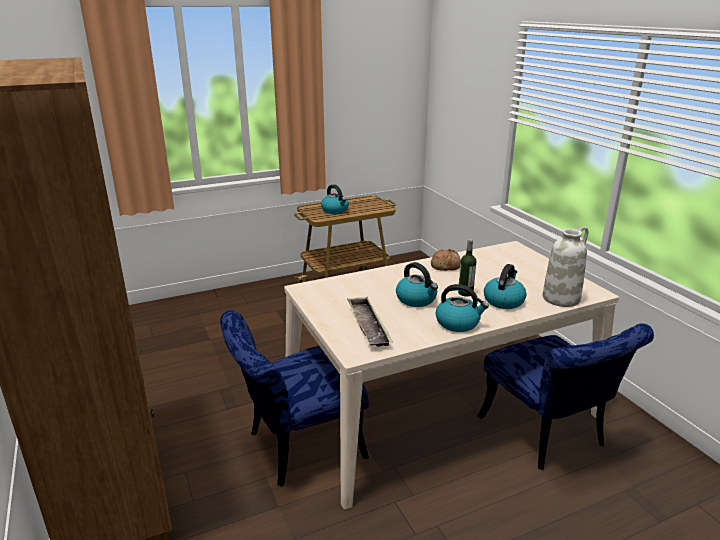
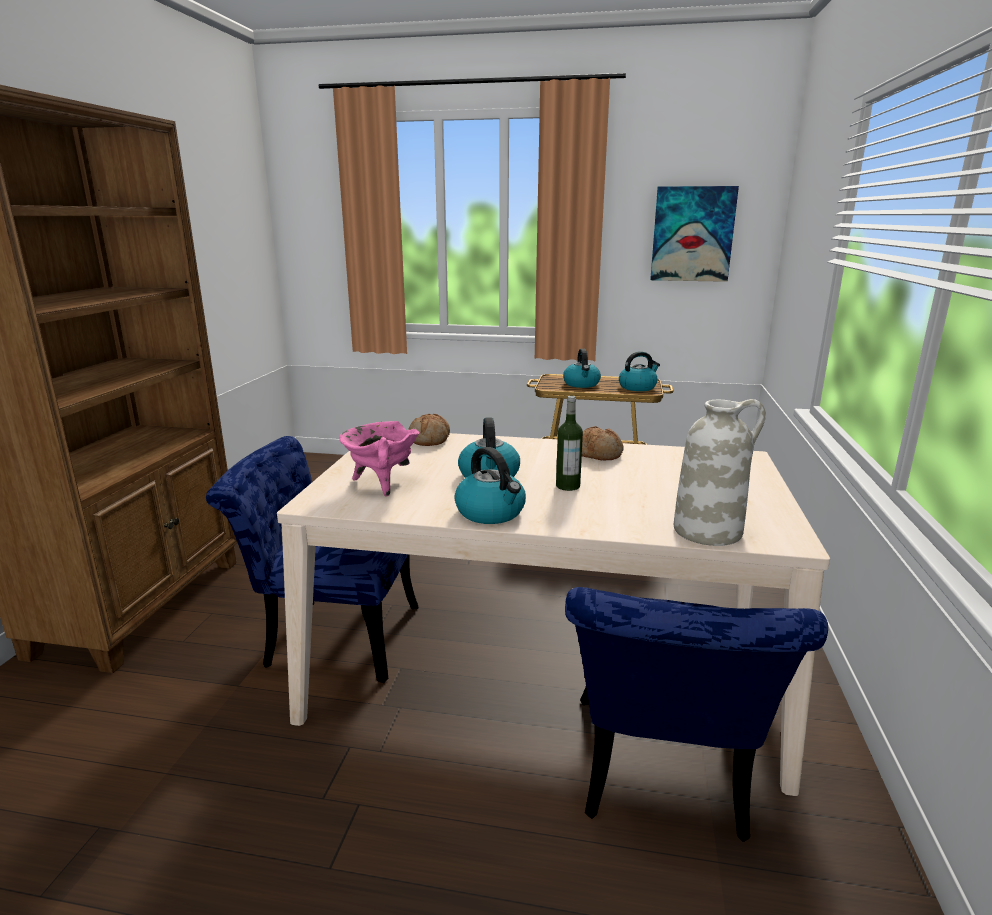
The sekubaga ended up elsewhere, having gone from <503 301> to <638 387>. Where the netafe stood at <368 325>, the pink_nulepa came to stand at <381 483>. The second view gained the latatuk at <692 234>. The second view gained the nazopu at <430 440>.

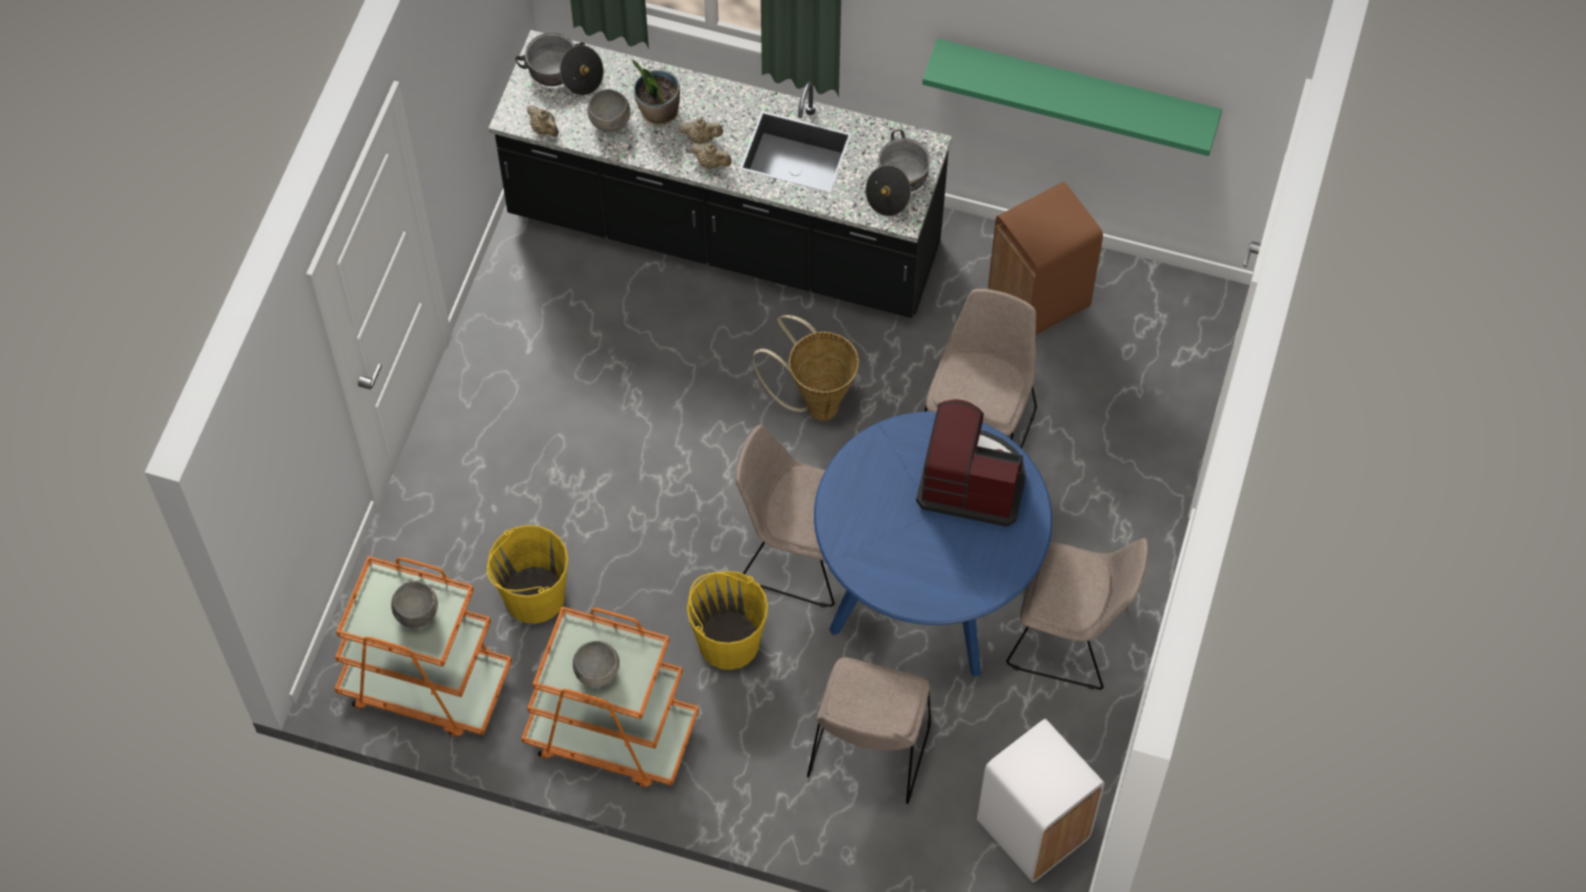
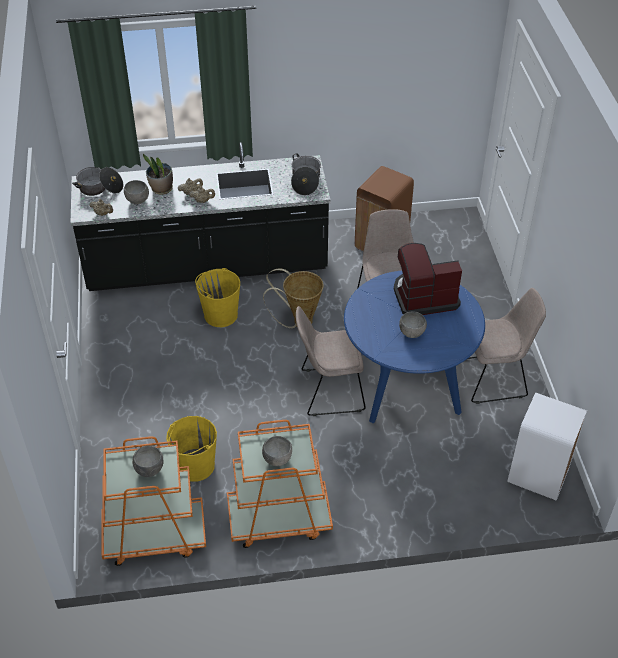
The second view lost the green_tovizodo at <1076 88>. The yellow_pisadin ended up elsewhere, having gone from <728 640> to <220 315>. The second view lost the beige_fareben at <868 752>. The second view gained the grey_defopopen at <412 333>.

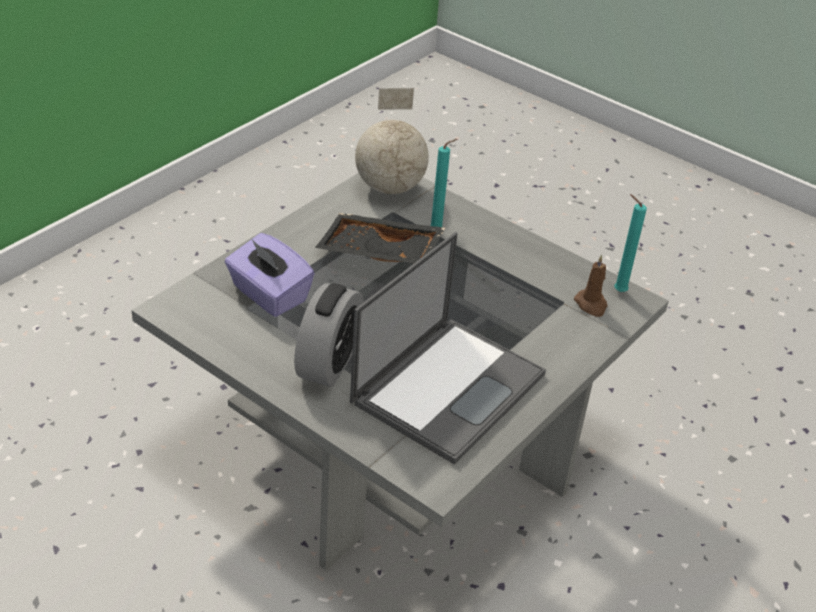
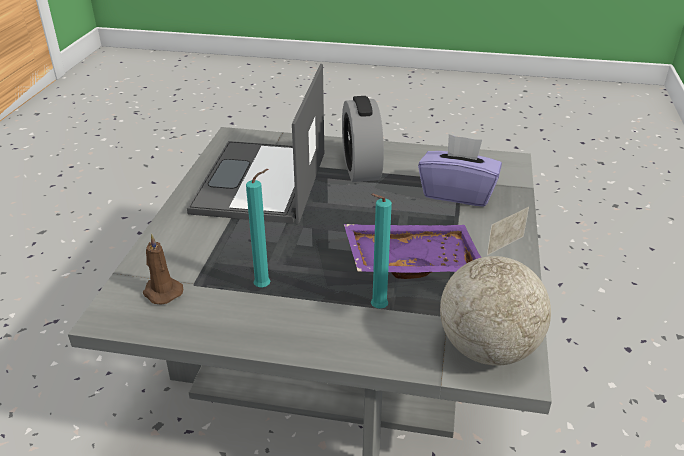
The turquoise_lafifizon ended up elsewhere, having gone from <617 291> to <265 287>. What was the black_netafe at <378 253> turned into the purple_netafe at <412 261>.

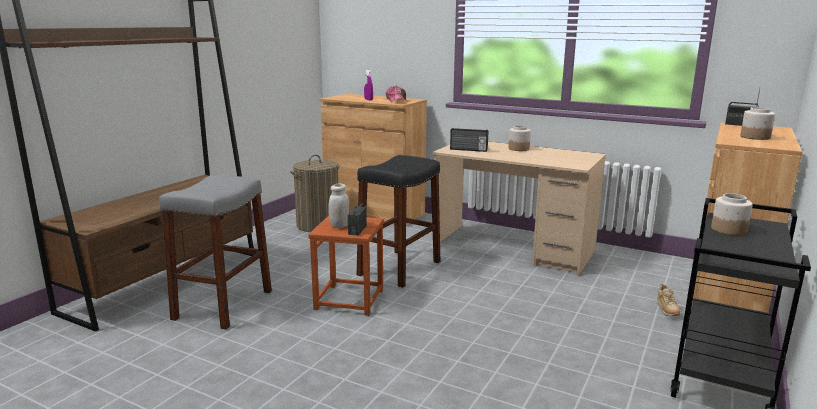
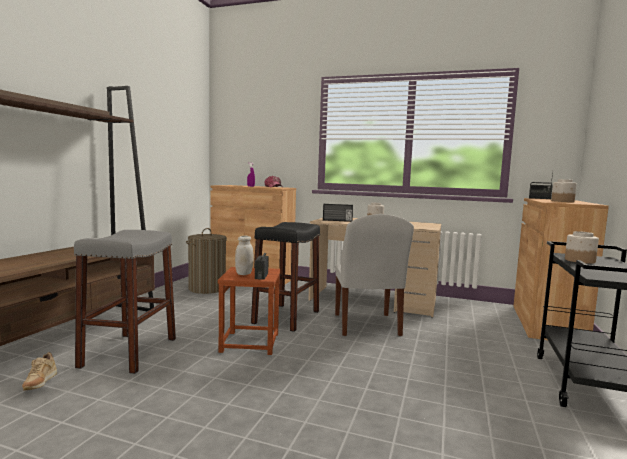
The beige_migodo ended up elsewhere, having gone from <667 311> to <39 384>. The second view gained the white_fareben at <366 326>.

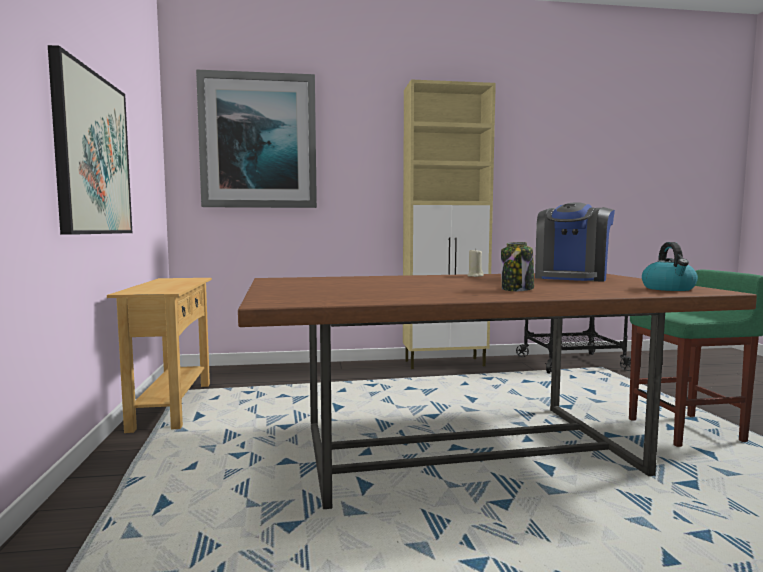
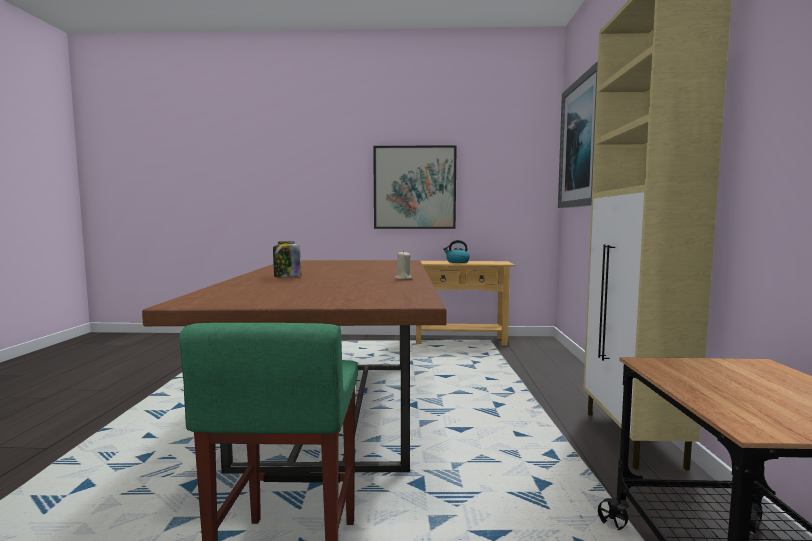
The second view lost the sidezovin at <571 278>. The sekubaga ended up elsewhere, having gone from <669 289> to <457 262>.

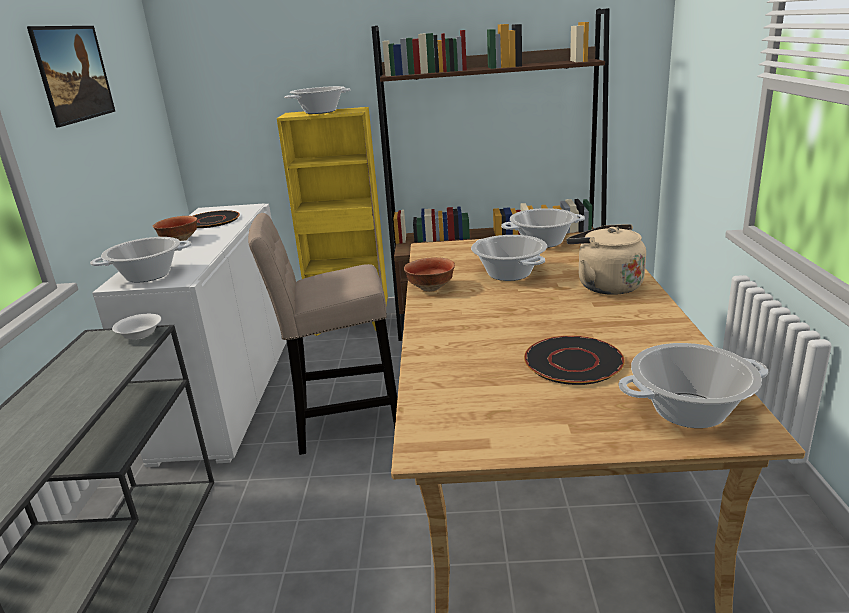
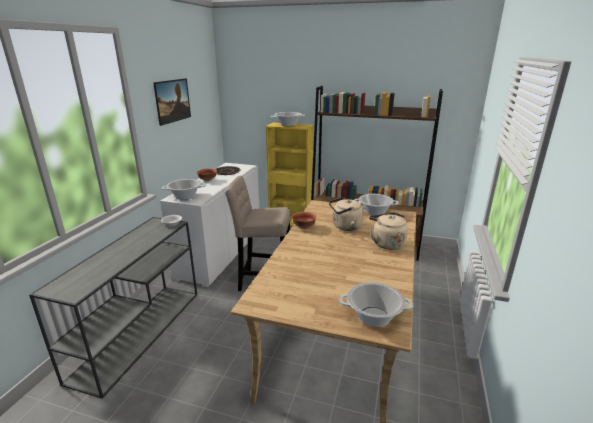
Where the nulepa stood at <509 274>, the beige_sekubaga came to stand at <345 227>. The second view lost the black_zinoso at <573 361>.

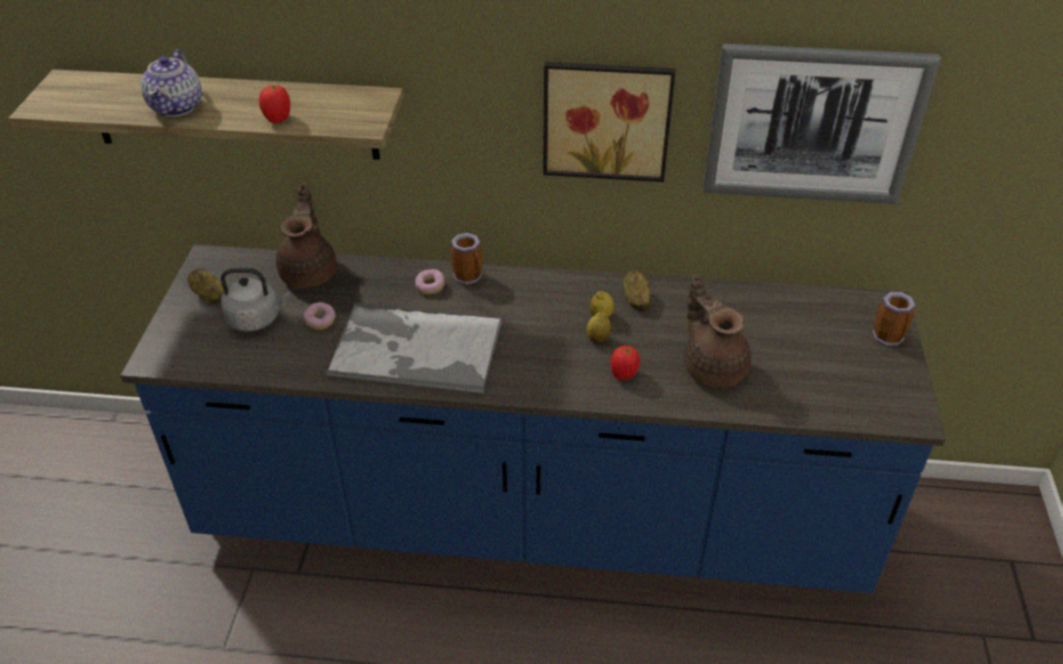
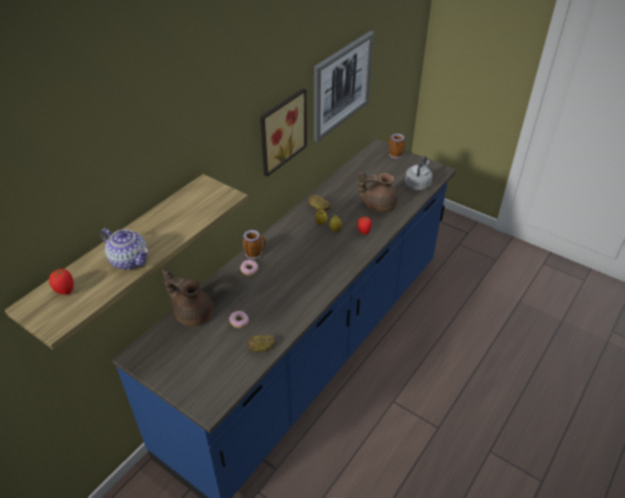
The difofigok ended up elsewhere, having gone from <278 119> to <65 291>. The grey_sekubaga ended up elsewhere, having gone from <257 319> to <418 184>. The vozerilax ended up elsewhere, having gone from <209 296> to <261 348>. The second view lost the netafe at <415 349>.

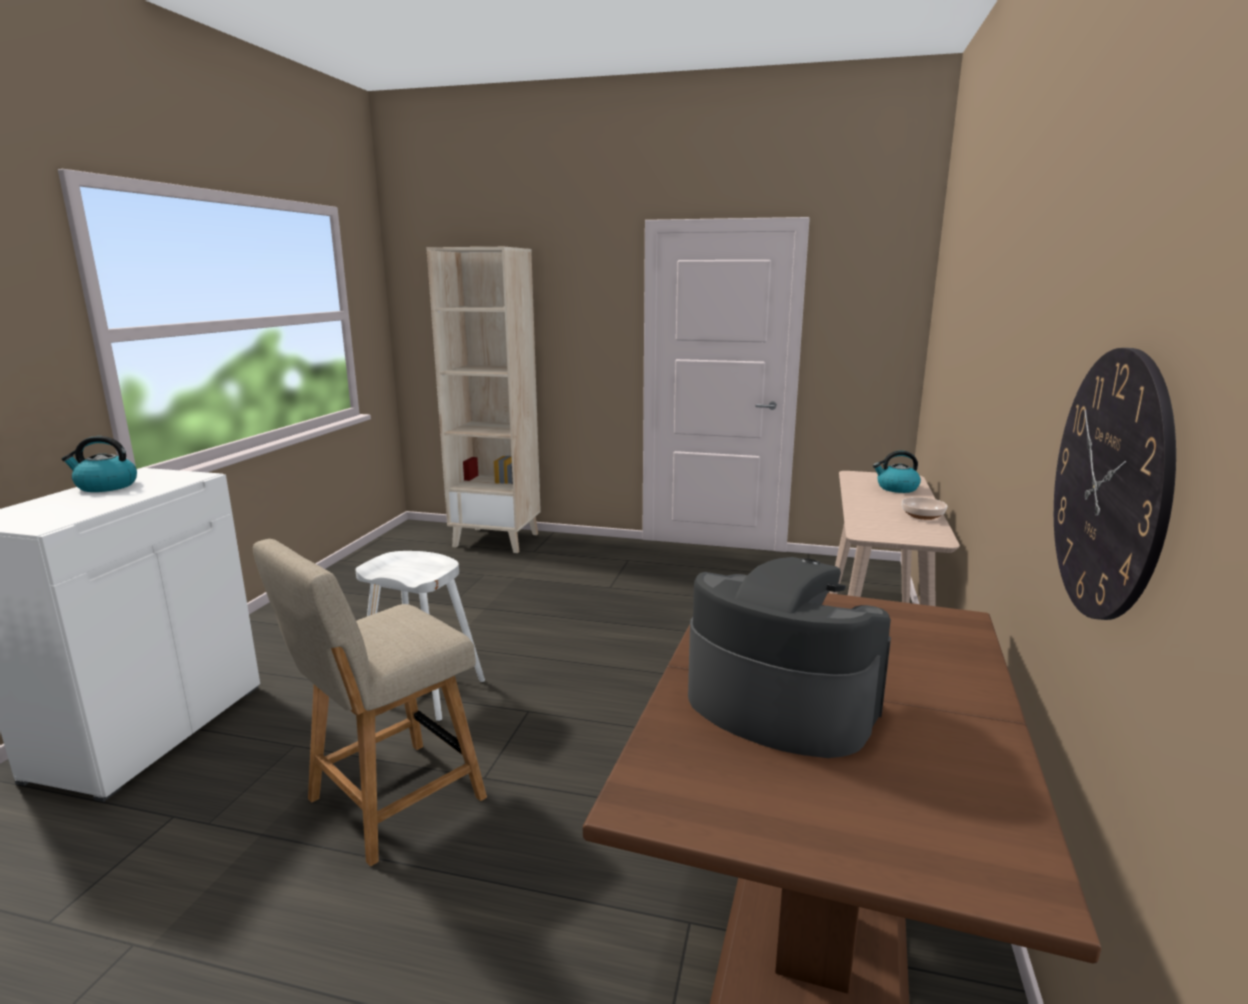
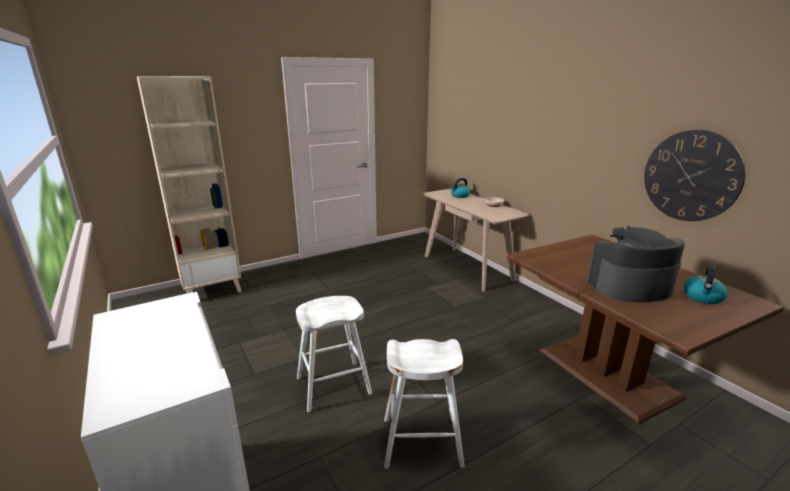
The sekubaga ended up elsewhere, having gone from <106 486> to <703 297>. Where the beige_fareben stood at <389 803>, the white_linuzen came to stand at <422 442>.

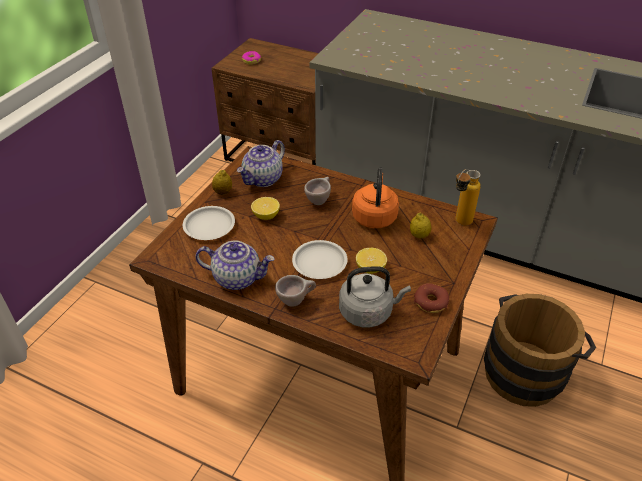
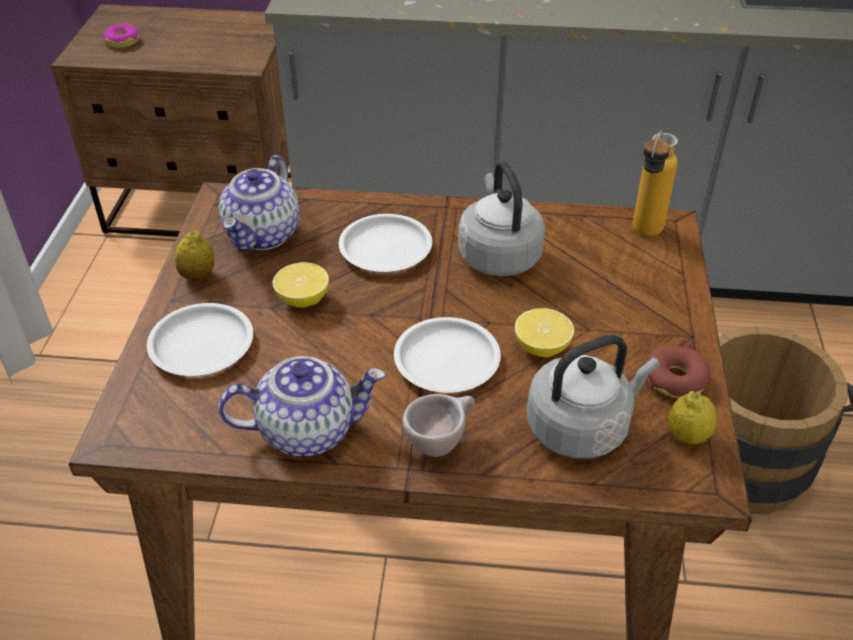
What was the orange_sekubaga at <374 216> turned into the grey_sekubaga at <498 255>. Where the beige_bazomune stood at <319 200>, the white_zinoso came to stand at <386 248>. The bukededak ended up elsewhere, having gone from <419 235> to <687 436>.

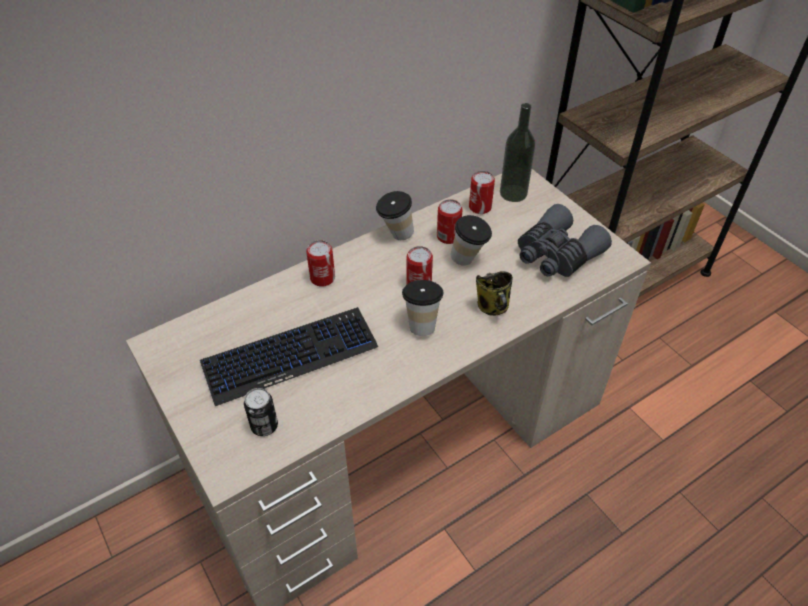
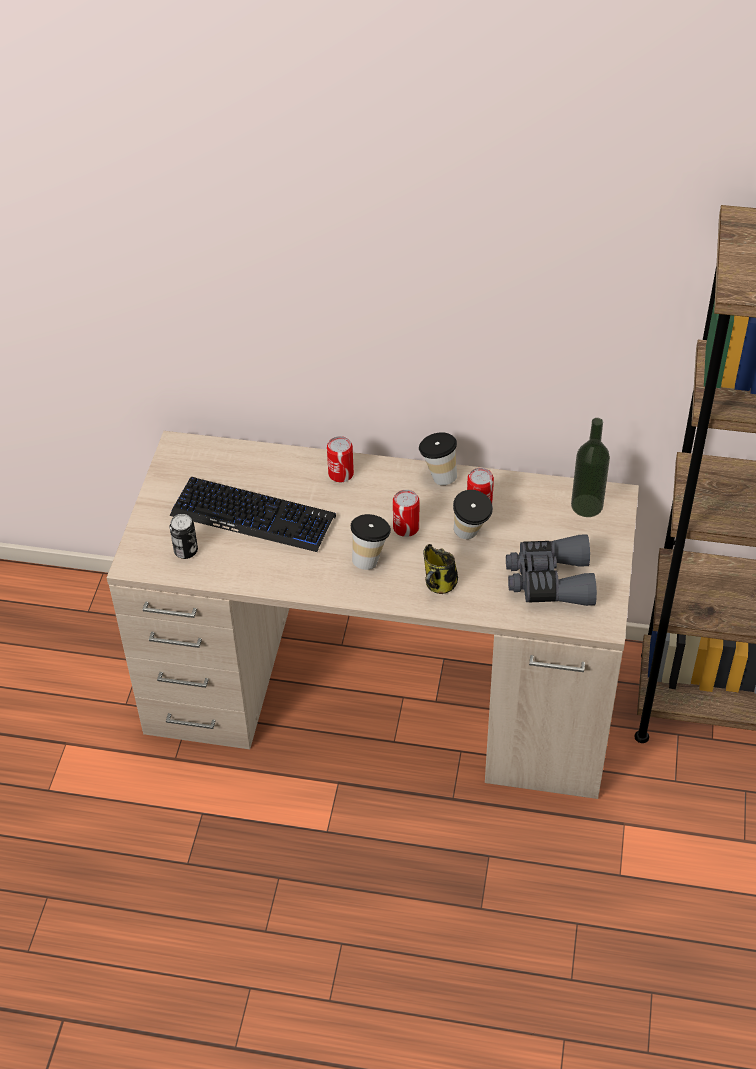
The second view lost the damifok at <480 207>.

